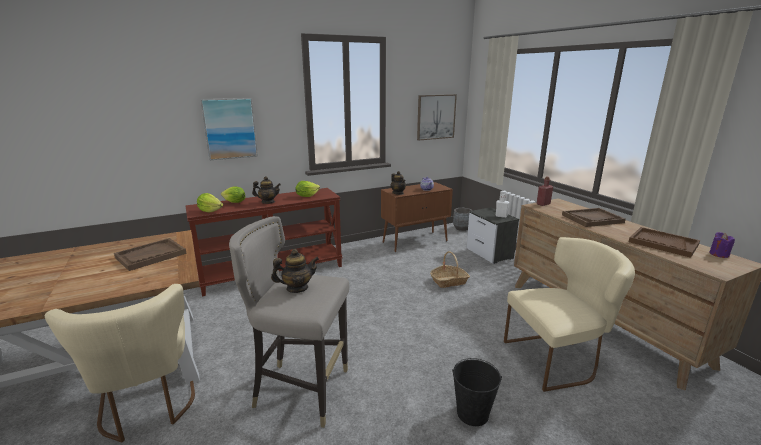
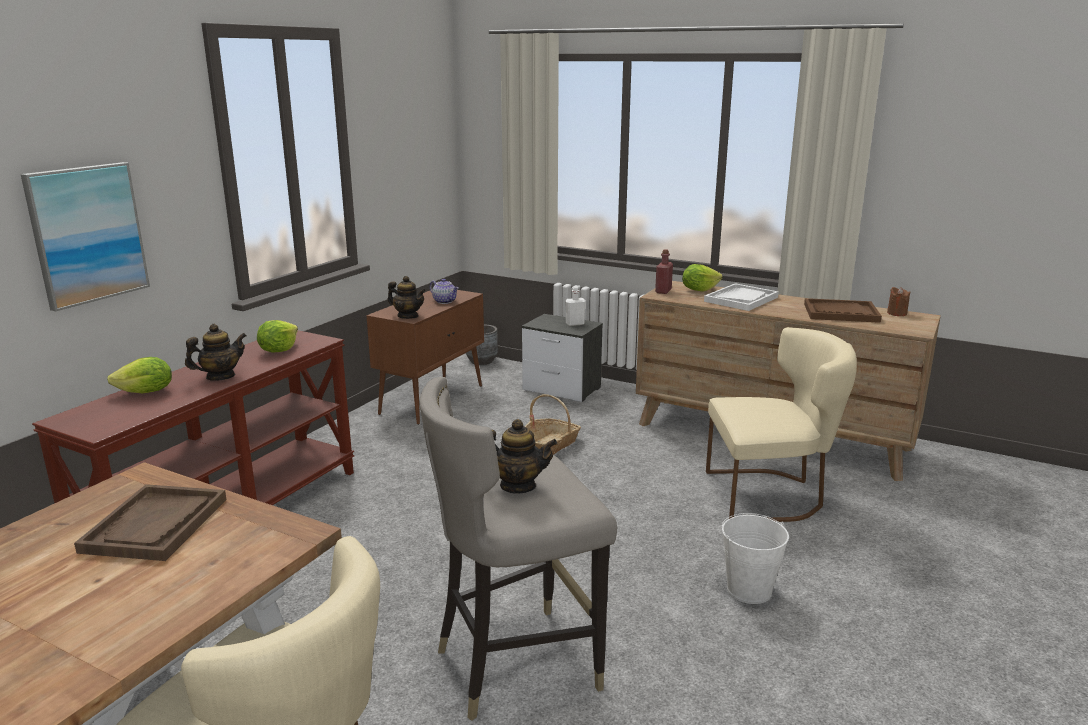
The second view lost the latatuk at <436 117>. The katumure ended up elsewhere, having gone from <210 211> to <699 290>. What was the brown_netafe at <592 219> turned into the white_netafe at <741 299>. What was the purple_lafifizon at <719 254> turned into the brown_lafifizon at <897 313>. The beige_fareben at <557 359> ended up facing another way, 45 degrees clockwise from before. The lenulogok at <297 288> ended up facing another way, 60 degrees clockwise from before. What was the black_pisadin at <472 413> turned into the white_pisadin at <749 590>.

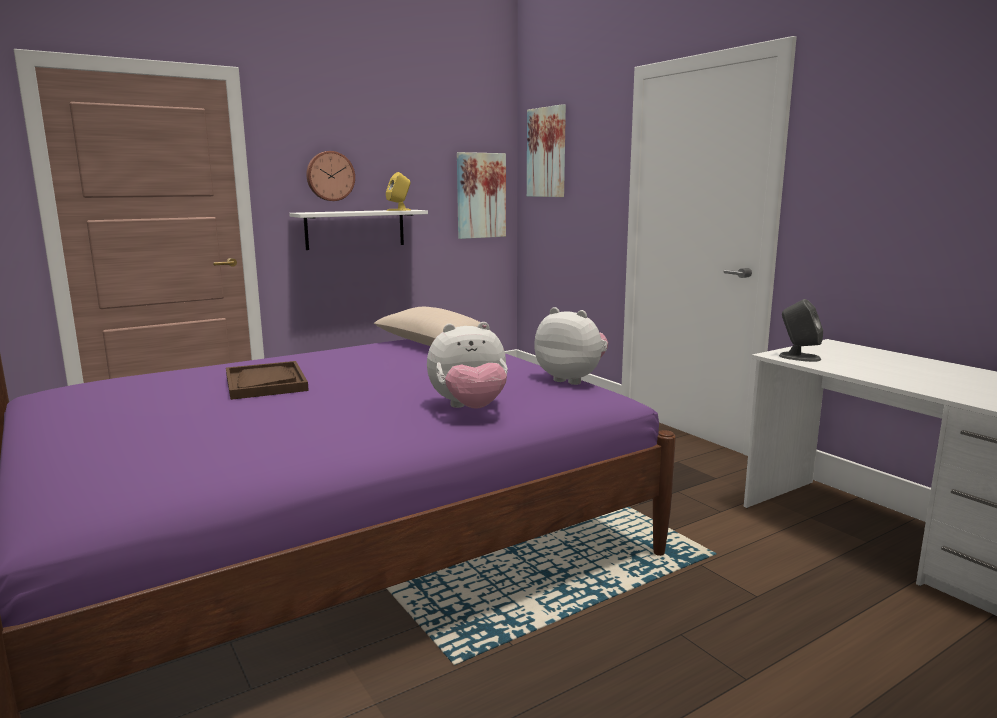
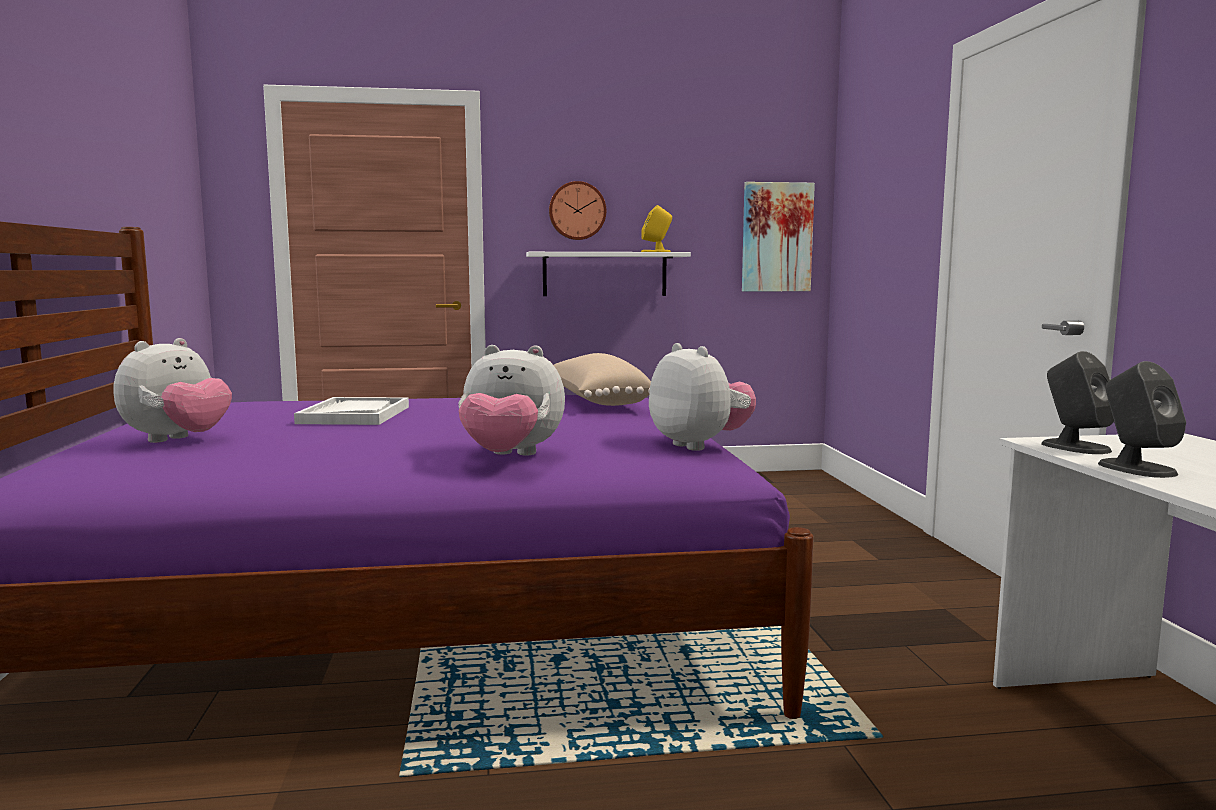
The second view lost the latatuk at <547 152>. What was the brown_netafe at <265 383> turned into the white_netafe at <354 415>. The second view gained the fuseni at <178 440>. The second view gained the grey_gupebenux at <1135 468>.

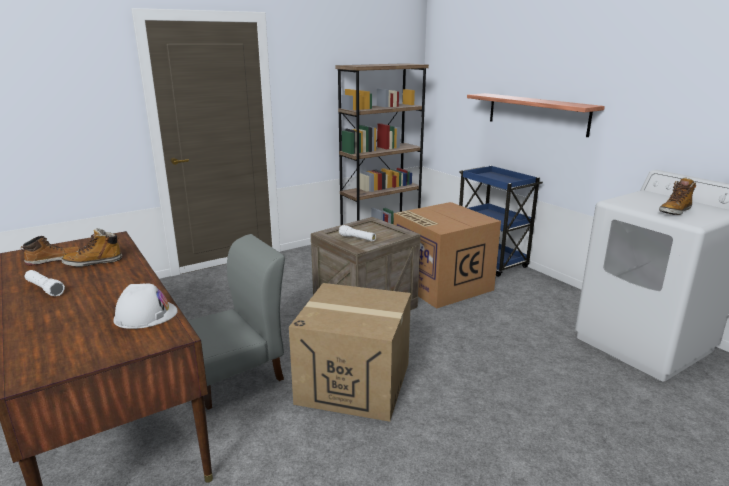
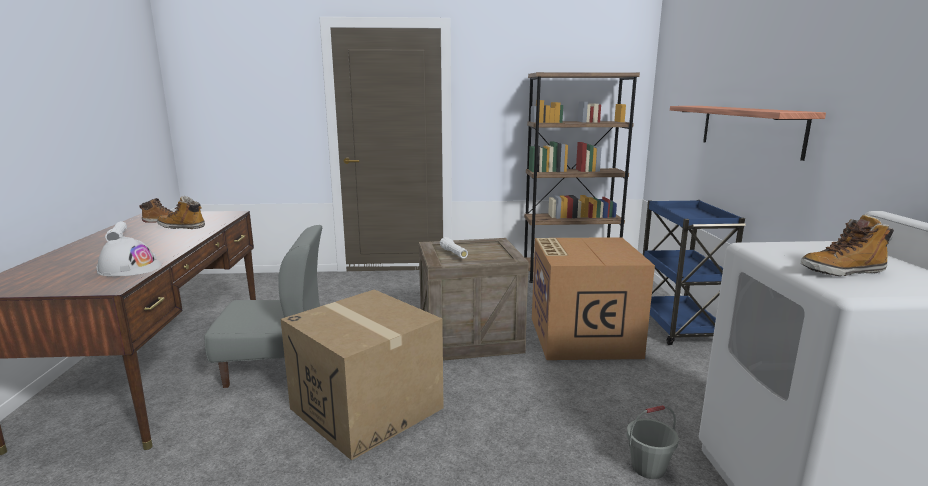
The second view gained the grey_pisadin at <648 467>.

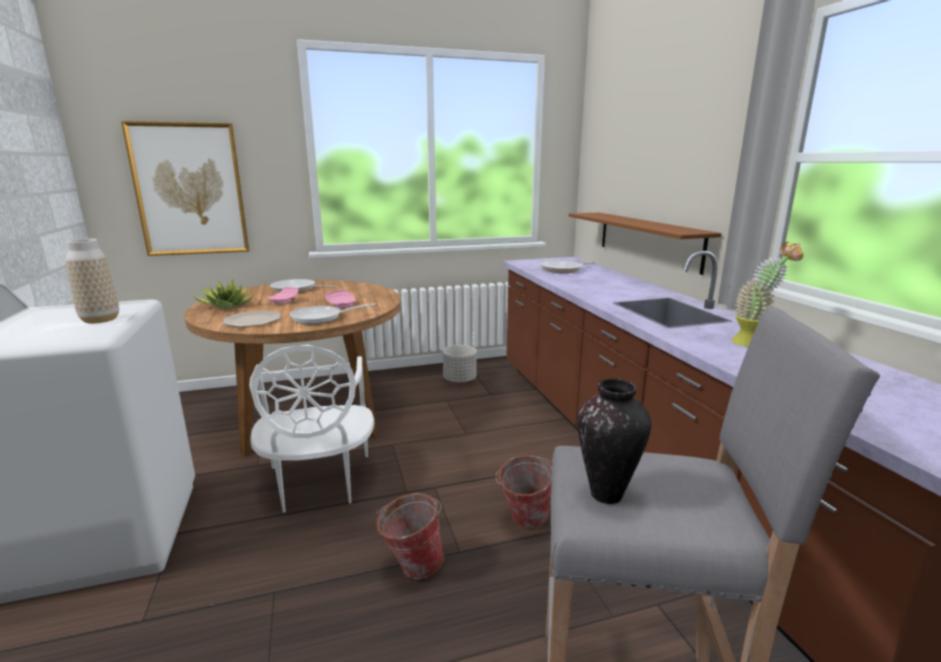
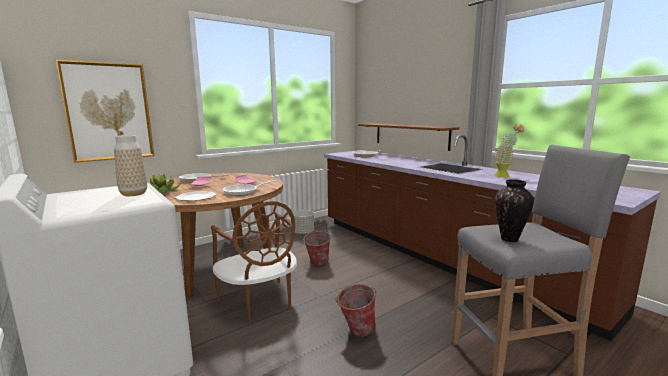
What was the white_fareben at <318 483> turned into the brown_fareben at <259 303>. The pisadin ended up elsewhere, having gone from <523 521> to <317 263>.

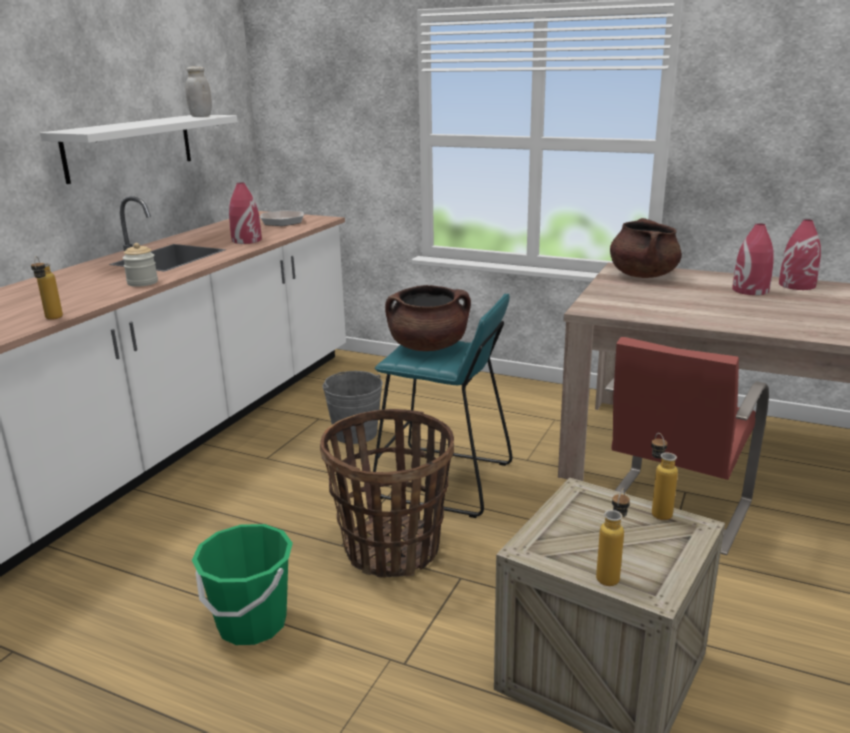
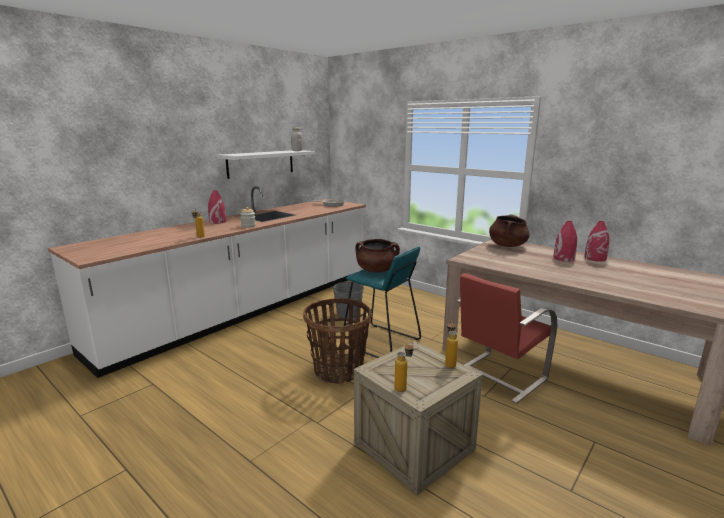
The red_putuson ended up elsewhere, having gone from <246 240> to <217 222>. The second view lost the green_pisadin at <252 623>.

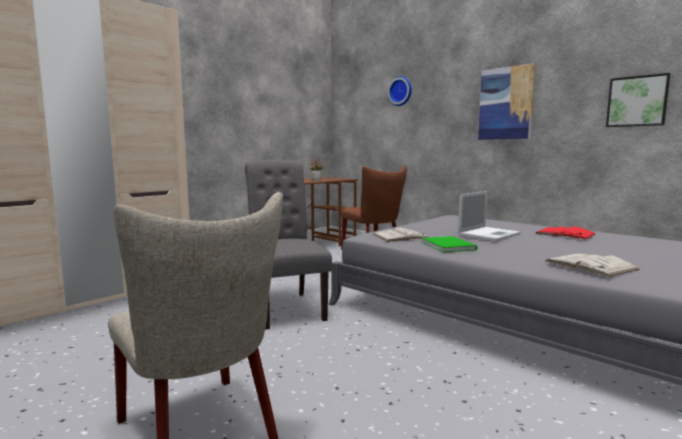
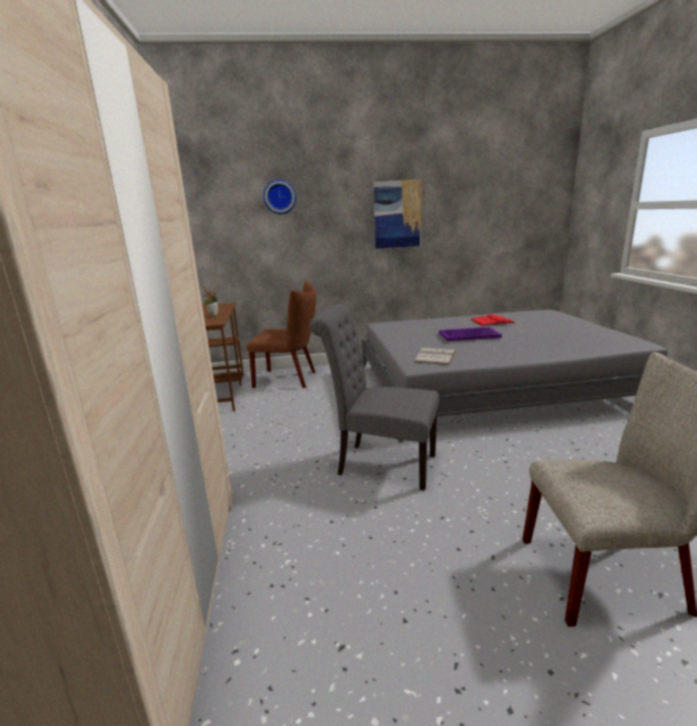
The second view lost the latatuk at <637 101>. Where the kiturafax stood at <489 234>, the purple_netafe came to stand at <468 335>. The second view lost the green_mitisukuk at <448 245>. The second view lost the white_mitisukuk at <590 265>.

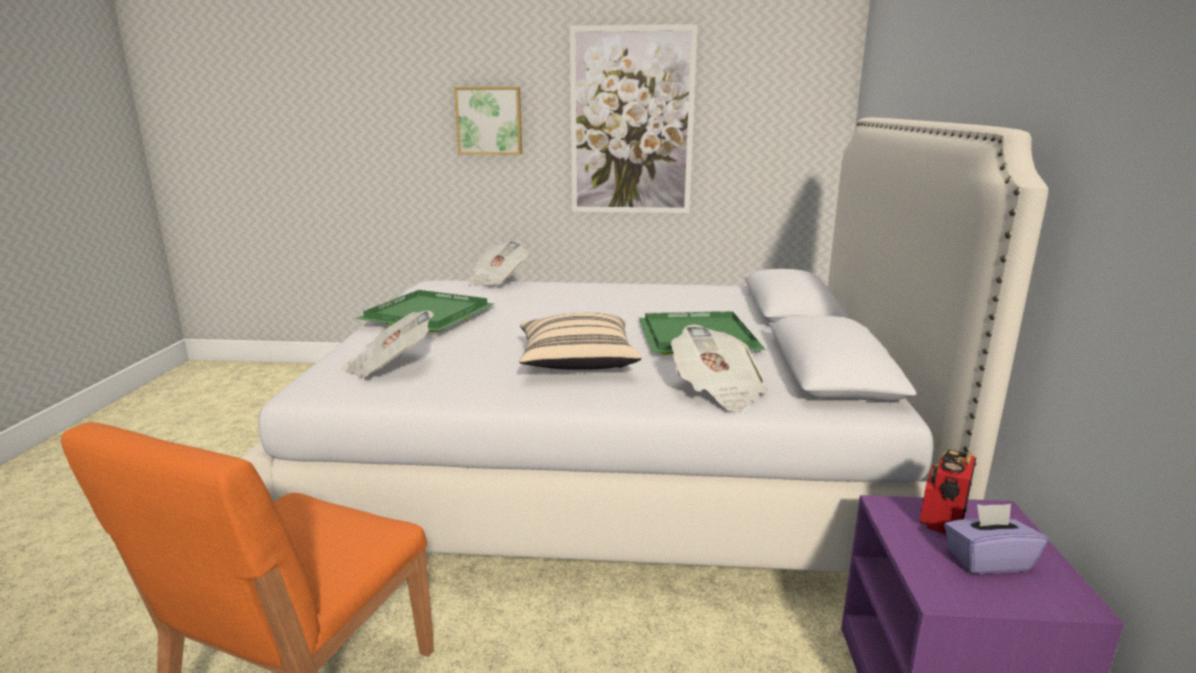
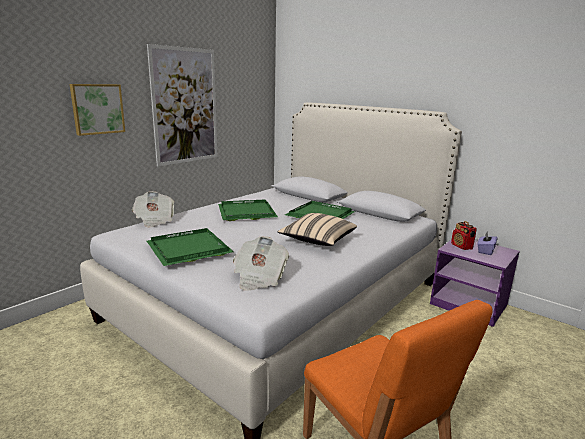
The second view lost the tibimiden at <717 391>. The second view gained the green_netafe at <247 212>.

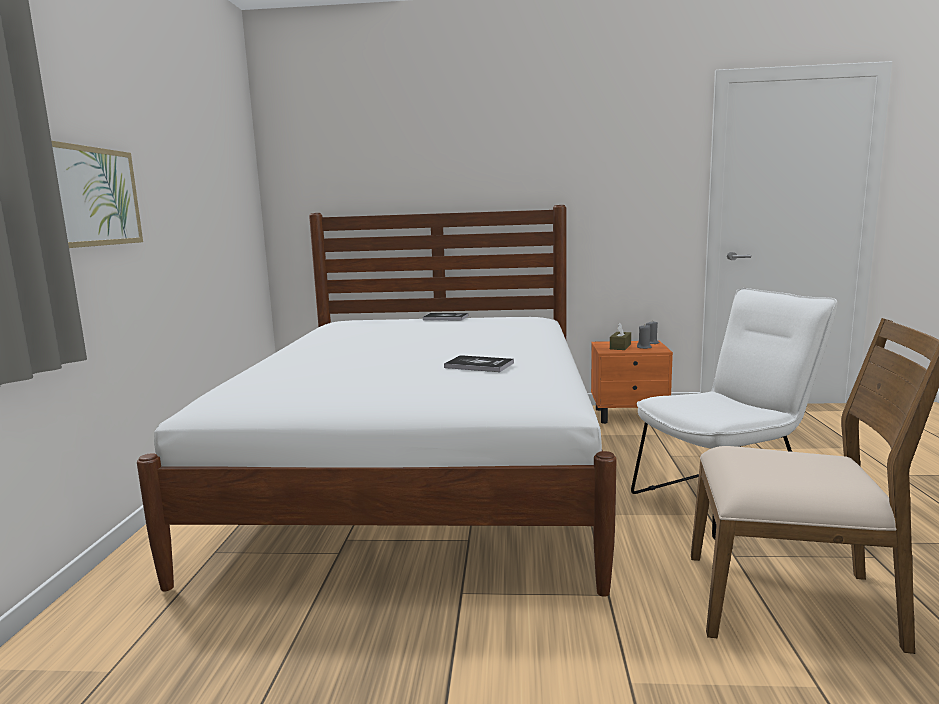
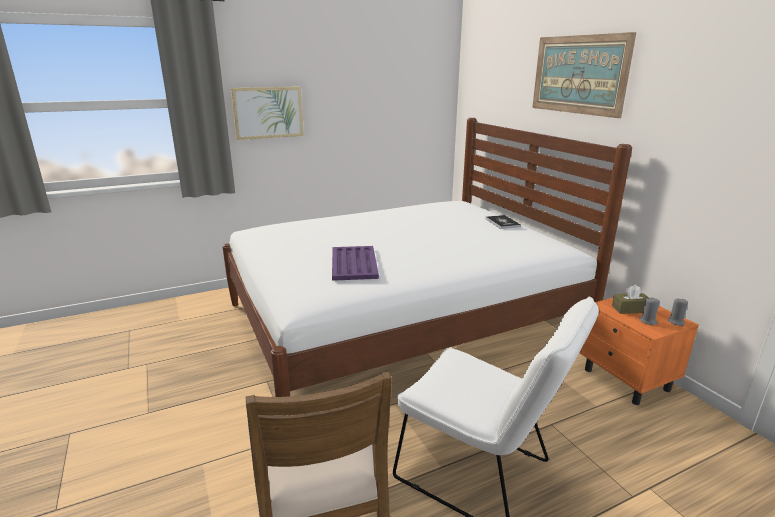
Where the mitisukuk stood at <479 365>, the purple_netafe came to stand at <353 264>. The second view gained the latatuk at <578 74>.

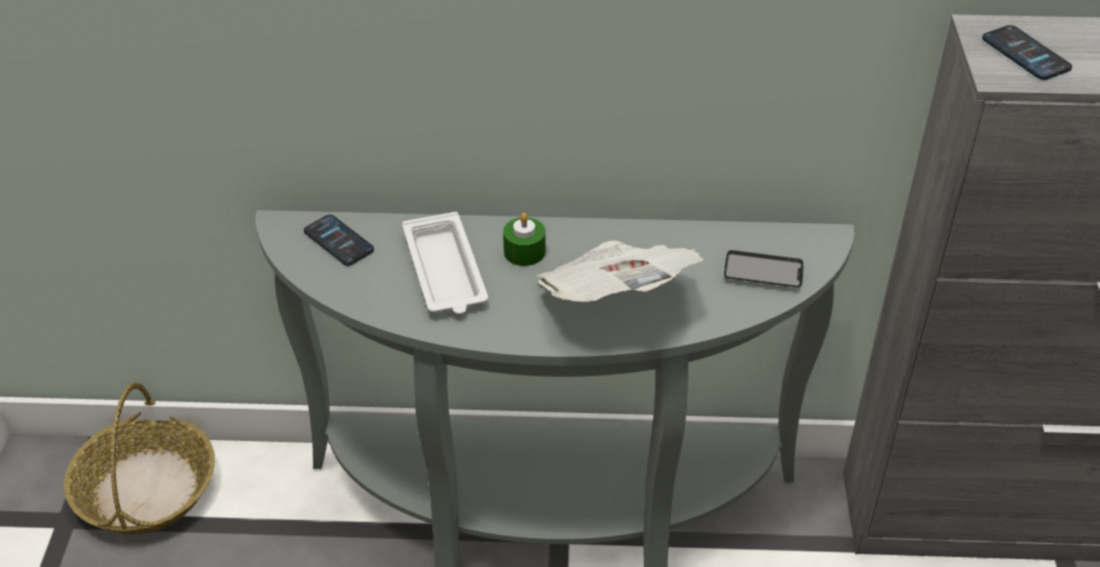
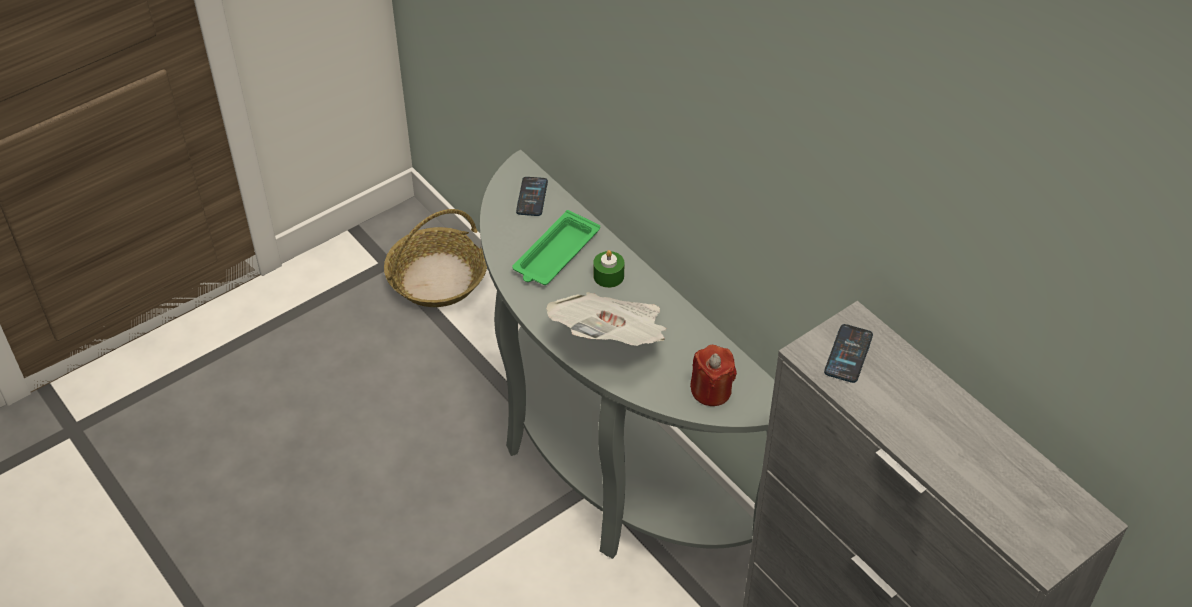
What was the white_netafe at <445 272> turned into the green_netafe at <555 255>. Where the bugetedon stood at <763 271>, the red_lafifizon came to stand at <711 390>.

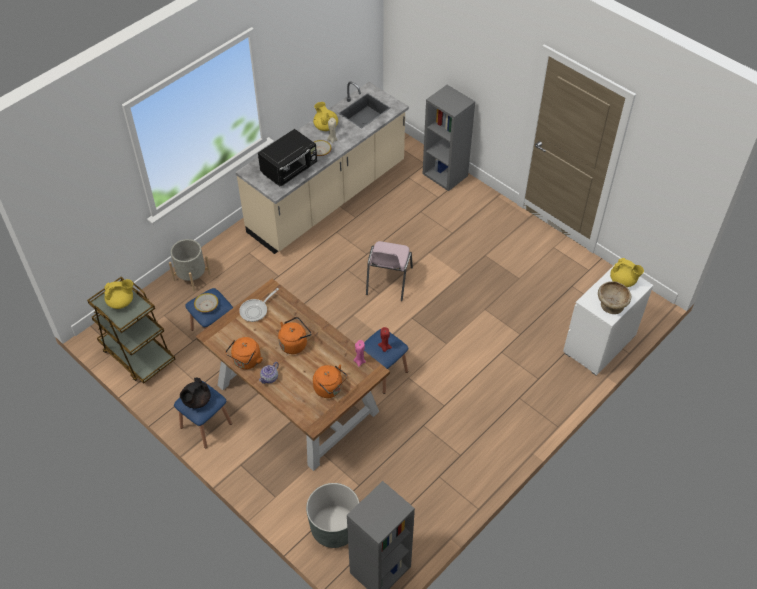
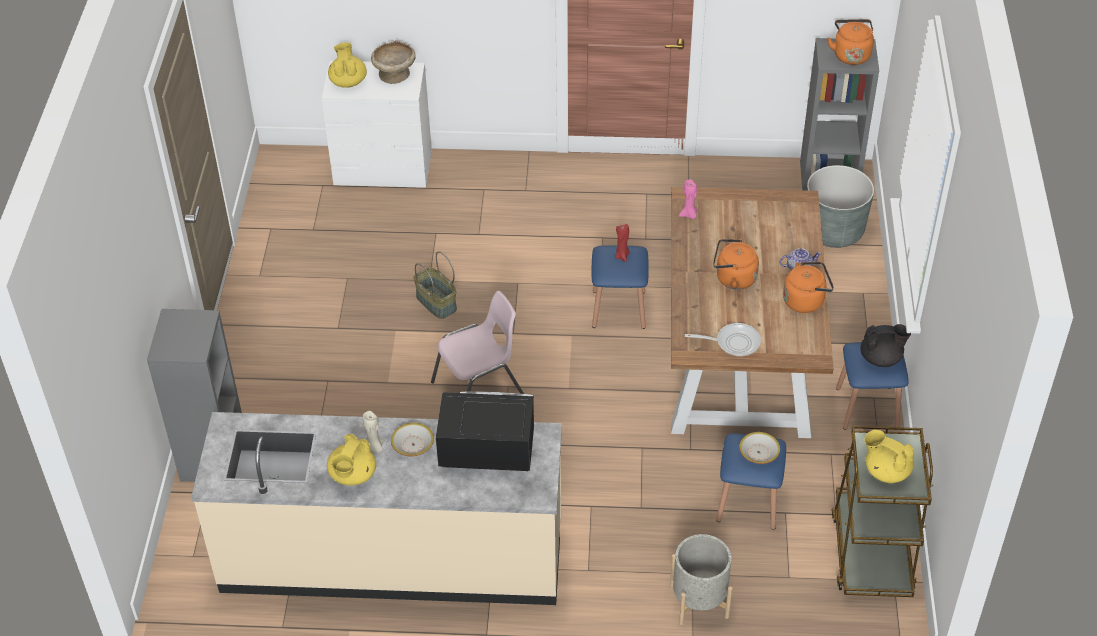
The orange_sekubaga ended up elsewhere, having gone from <330 389> to <850 54>. The second view gained the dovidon at <435 303>.

